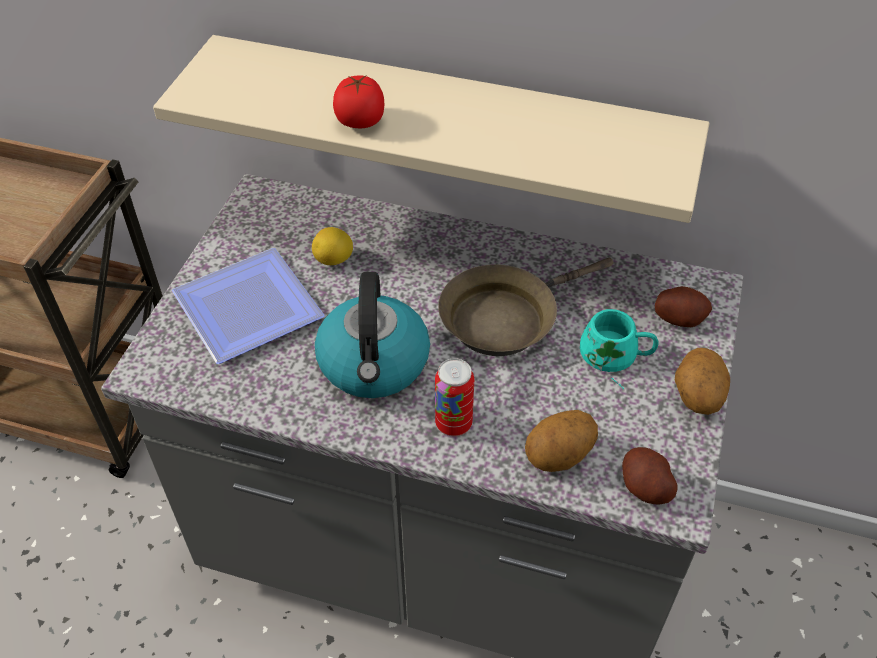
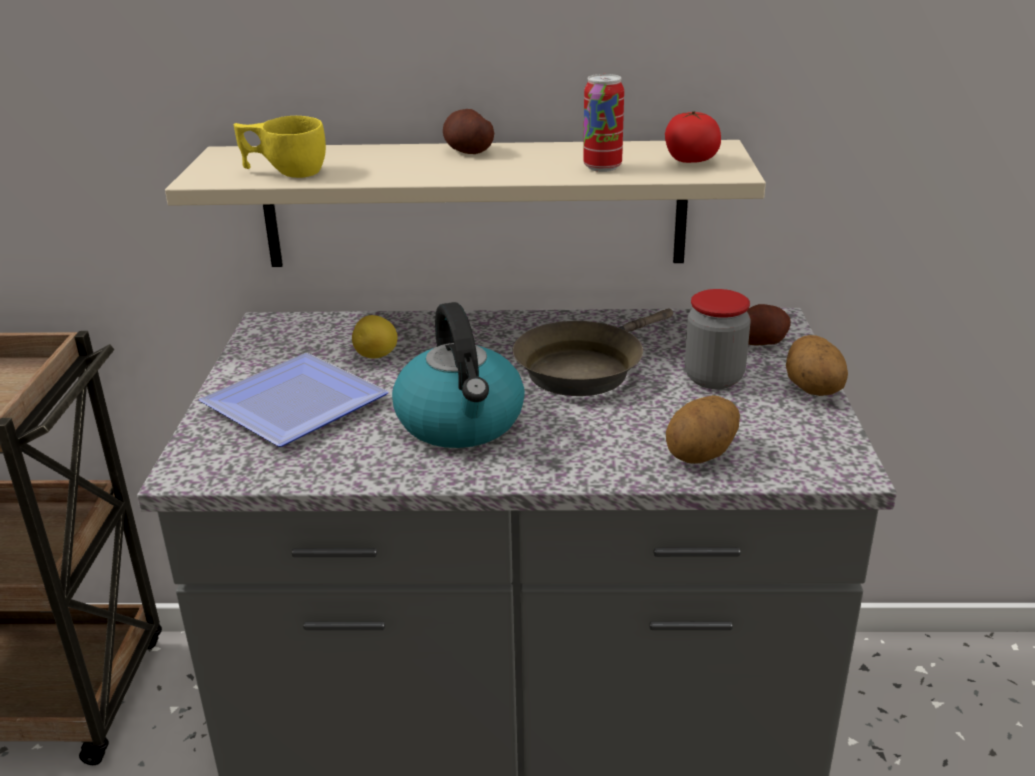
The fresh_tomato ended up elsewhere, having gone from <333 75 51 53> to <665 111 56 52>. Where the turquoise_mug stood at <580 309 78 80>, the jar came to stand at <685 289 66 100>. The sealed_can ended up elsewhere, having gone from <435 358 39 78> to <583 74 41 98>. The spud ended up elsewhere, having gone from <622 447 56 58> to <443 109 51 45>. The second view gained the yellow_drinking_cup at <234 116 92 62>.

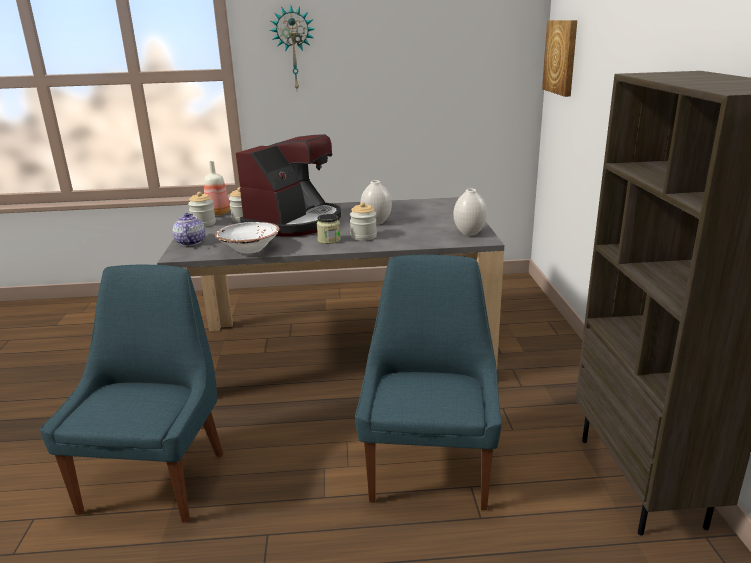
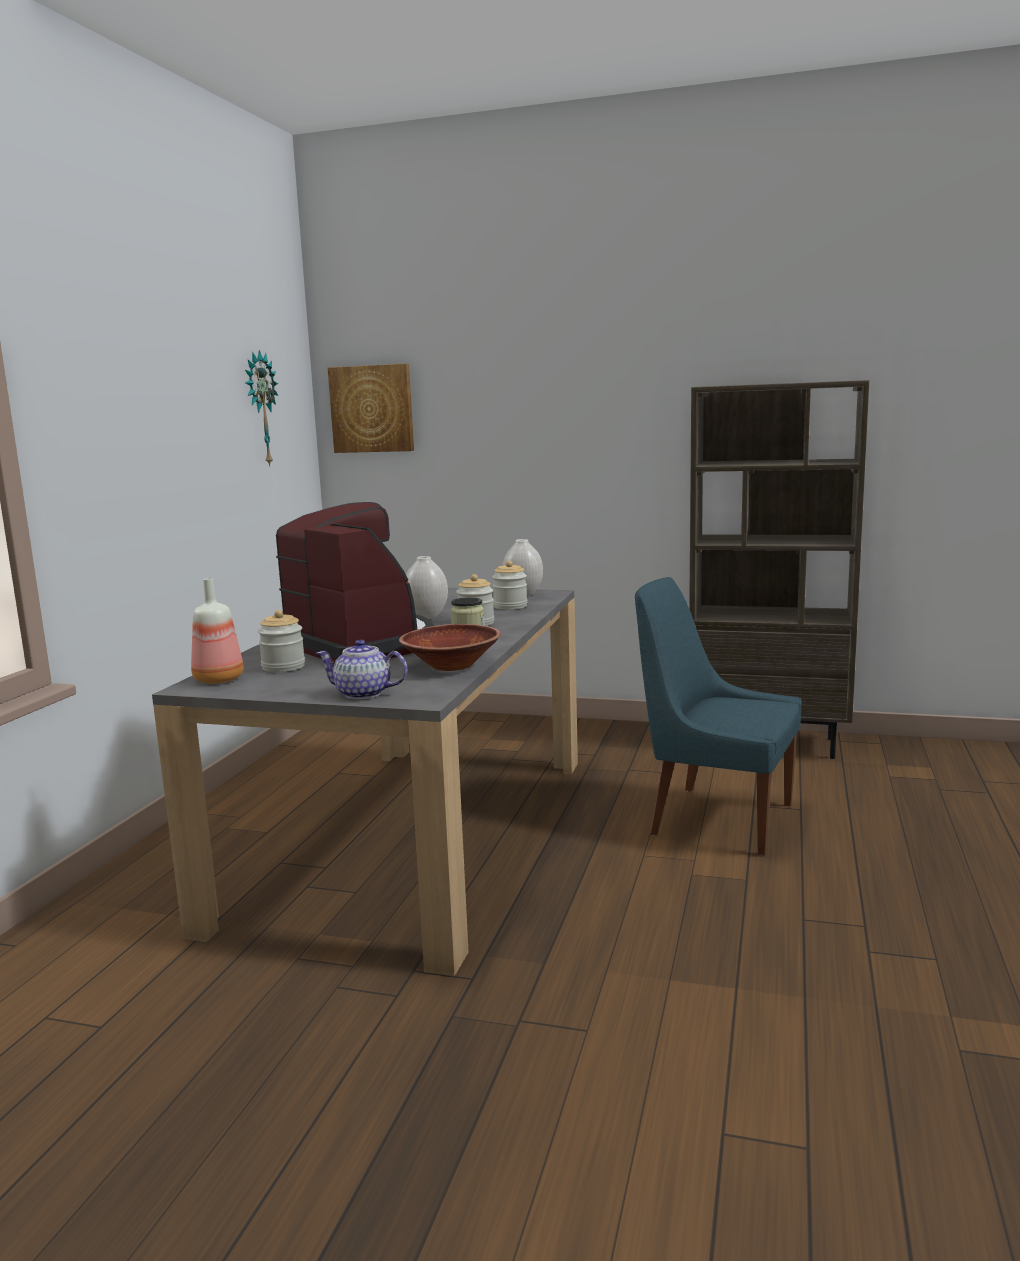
The wall_clock ended up elsewhere, having gone from <270 6 44 83> to <245 350 33 117>. The jar ended up elsewhere, having gone from <188 192 28 35> to <492 561 35 49>. What was the white_deep_dish at <215 222 65 32> turned into the brownish_deep_dish at <399 624 102 47>. The second view lost the blue-coloured_plain_chair at <40 265 183 258>.

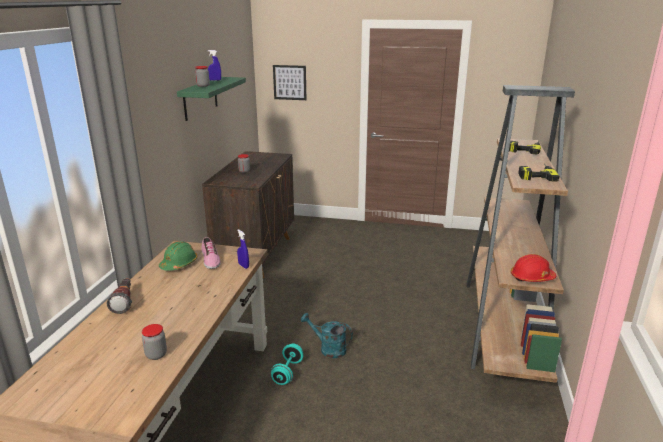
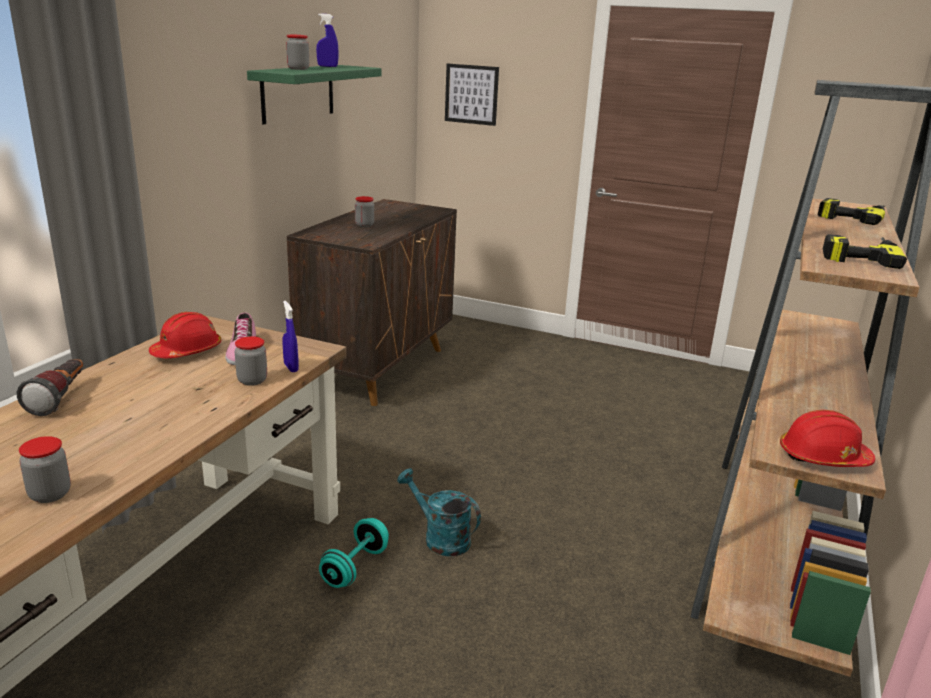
What was the green_safety_helmet at <159 241 38 30> turned into the red-coloured_safety_helmet at <149 312 72 46>. The second view gained the jar at <235 336 32 50>.

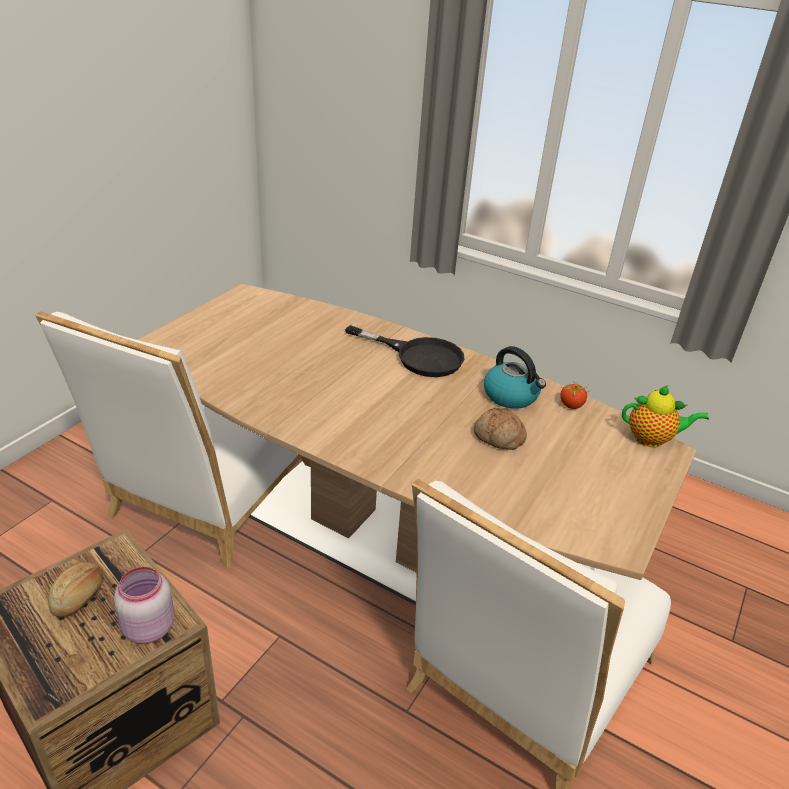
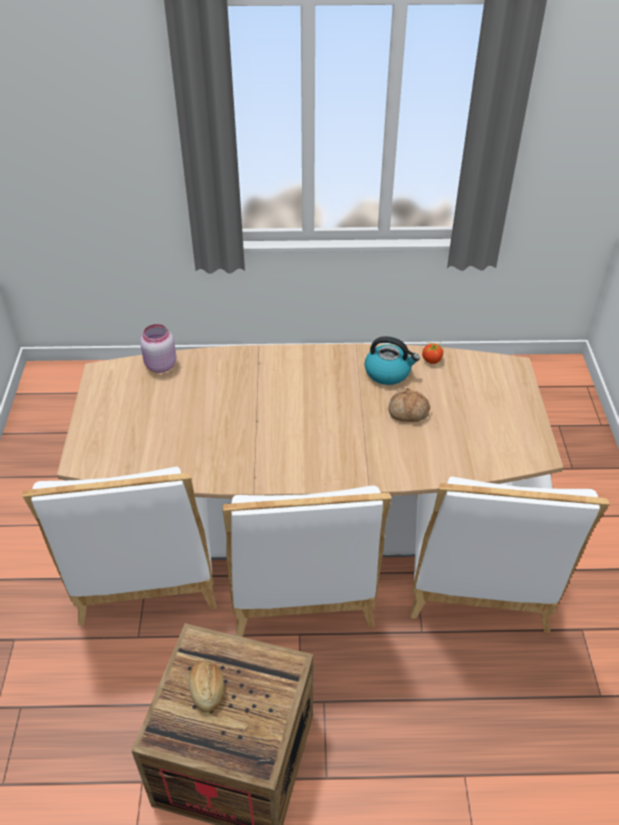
The second view lost the black_frying_pan at <345 325 119 52>. The second view lost the teapot at <622 385 87 62>. The pink-coloured_jar ended up elsewhere, having gone from <114 567 61 77> to <140 324 37 49>. The second view gained the white_plain_chair at <222 485 170 152>.

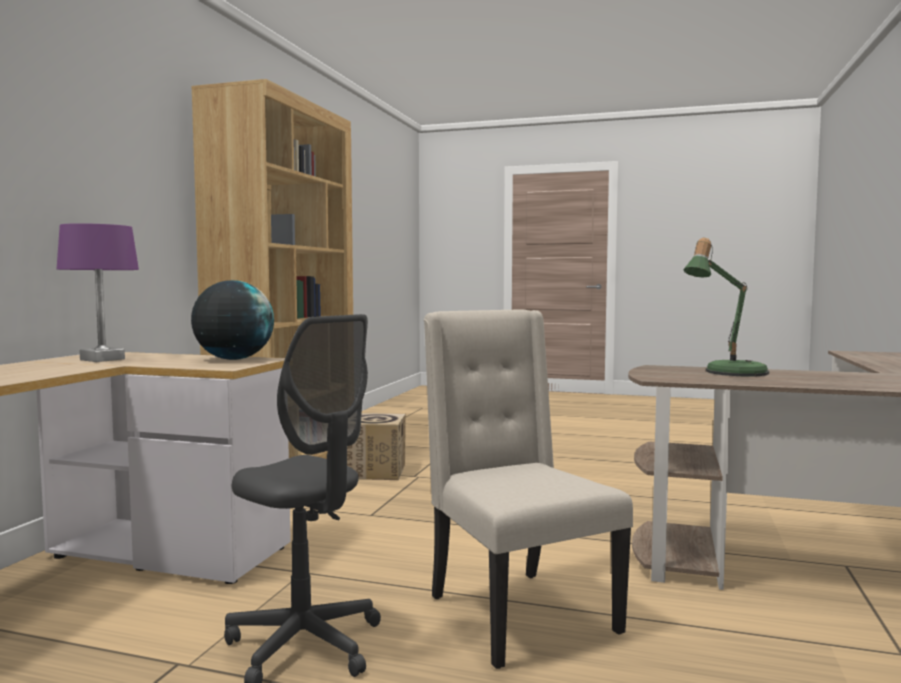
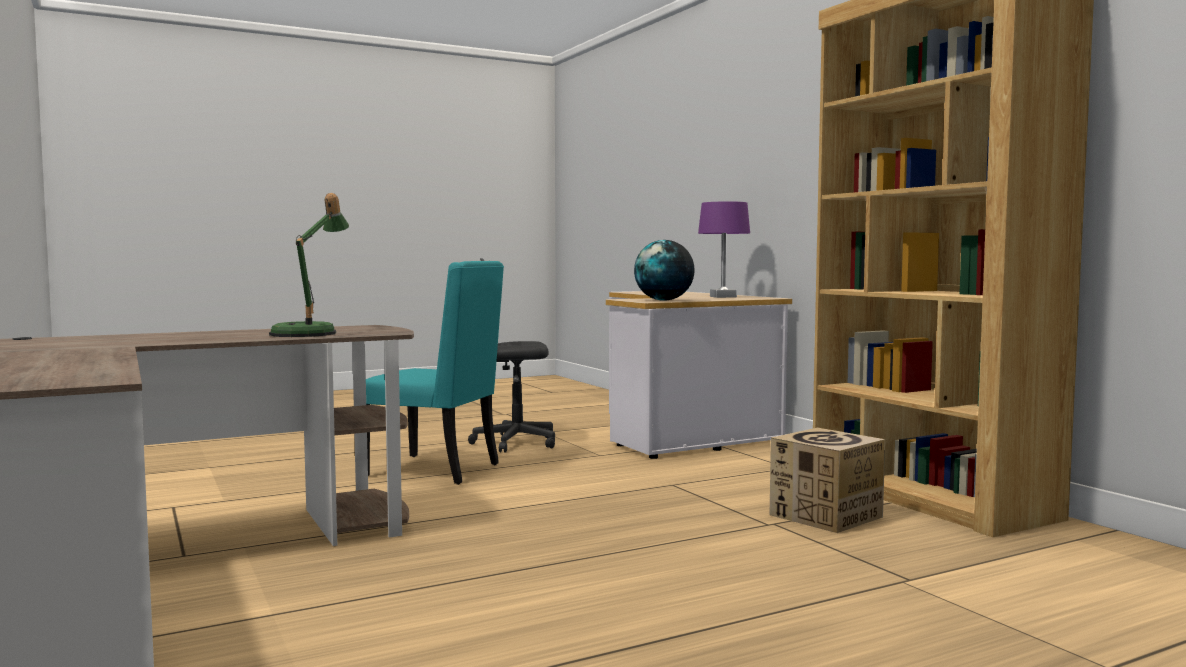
What was the sand-coloured_plain_chair at <424 310 209 359> turned into the turquoise_plain_chair at <366 261 138 224>.

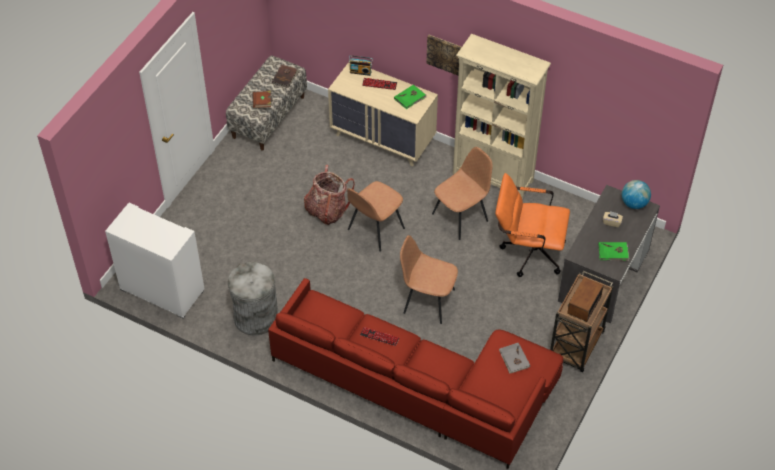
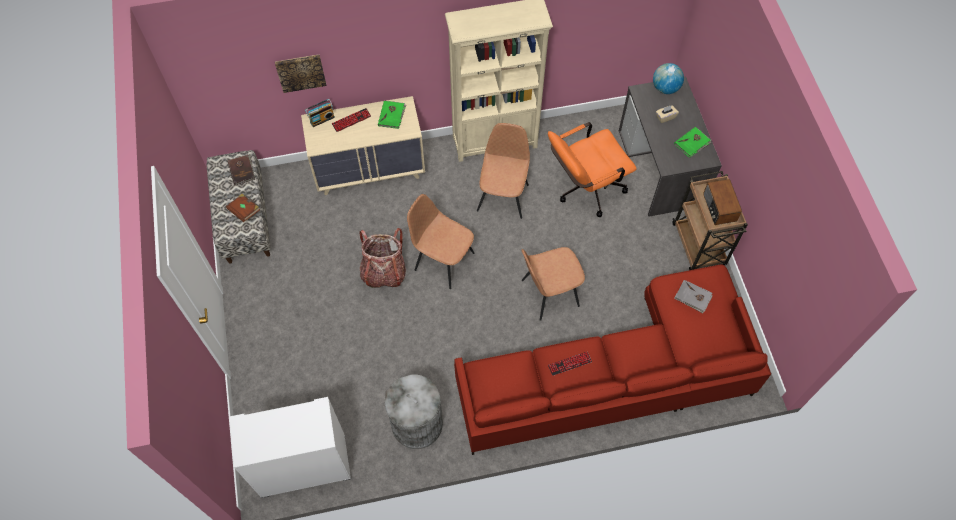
The picture ended up elsewhere, having gone from <426 35 36 40> to <275 54 52 39>. The brownish_plain_chair at <347 181 58 70> ended up facing another way, 120 degrees clockwise from before.

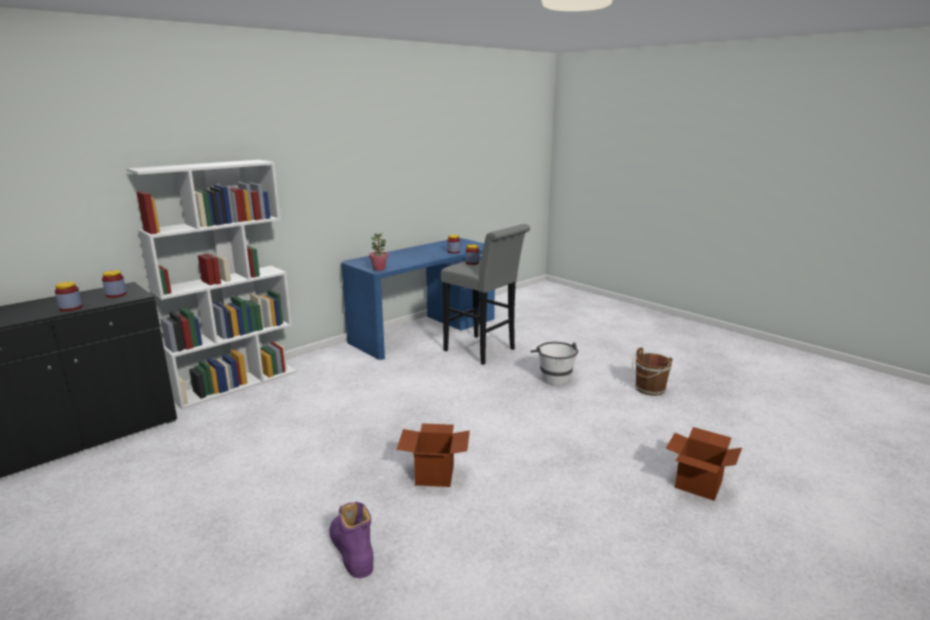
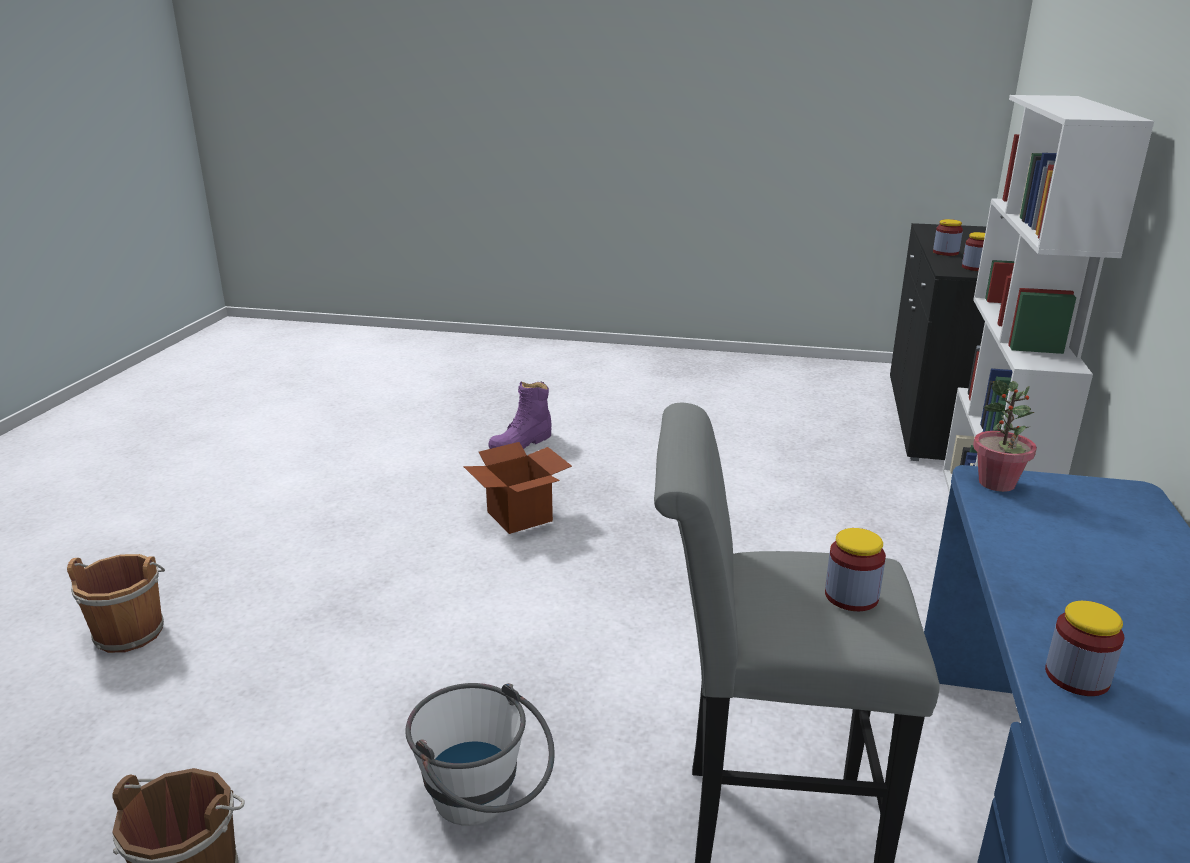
Where the carton stood at <666 427 76 74>, the brownish_bucket came to stand at <67 554 98 99>. The purple_boot at <329 502 45 76> ended up facing another way, 105 degrees clockwise from before.

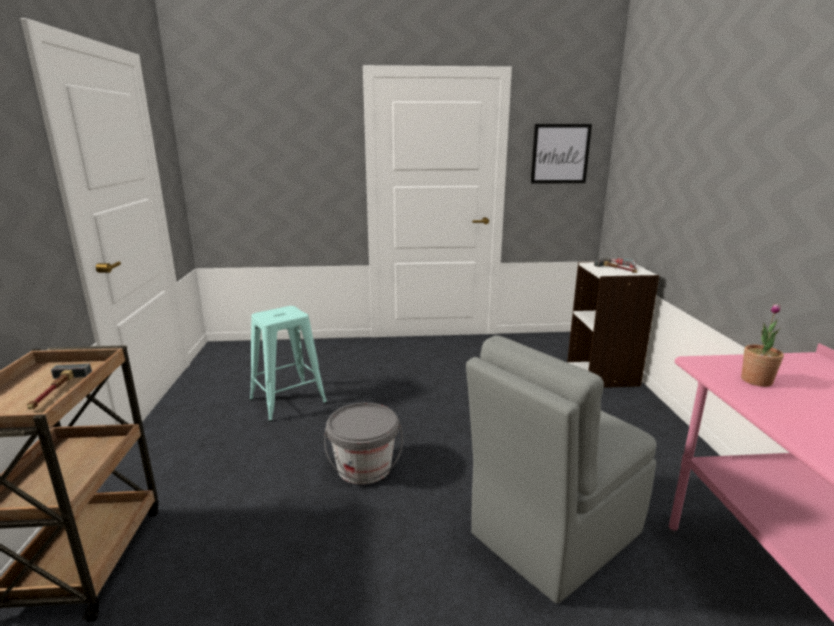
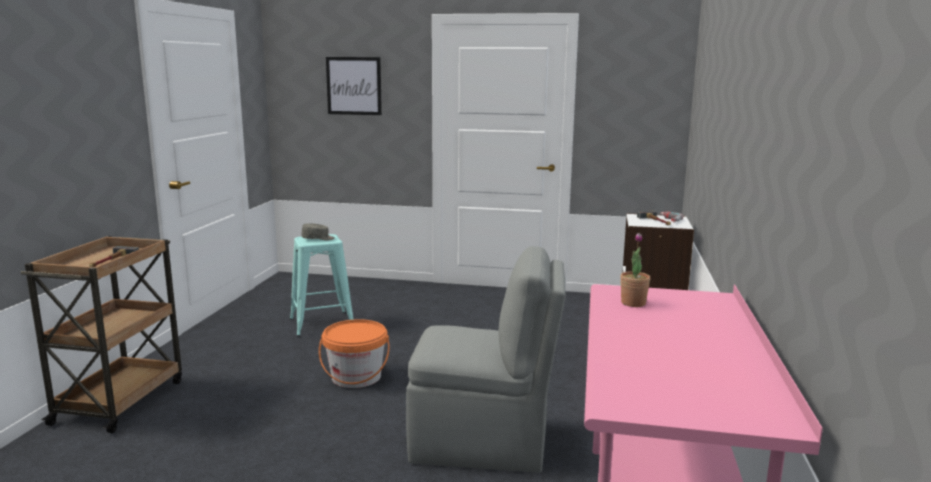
The picture ended up elsewhere, having gone from <531 124 61 60> to <326 57 56 58>. The gray_plain_chair at <466 335 191 269> ended up facing another way, 150 degrees counterclockwise from before. What was the gray_bucket at <324 403 79 81> turned into the orange_bucket at <319 319 70 69>. The second view gained the gray_cap at <301 223 34 18>.

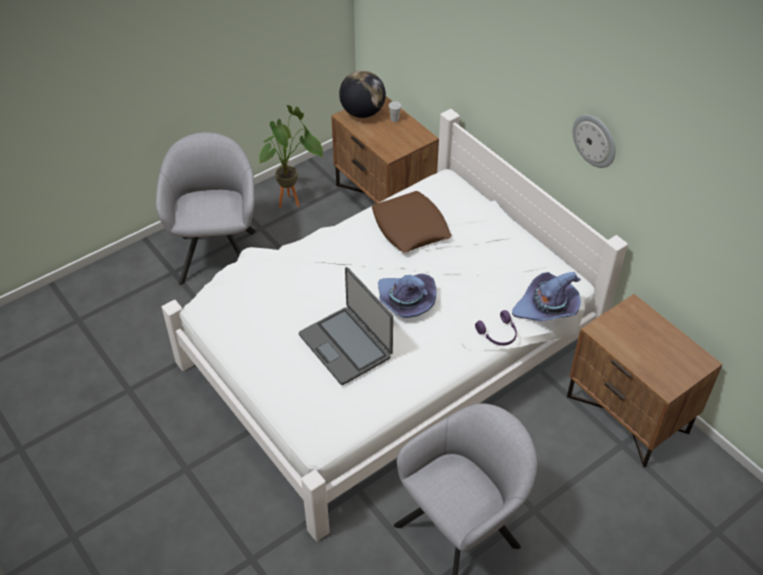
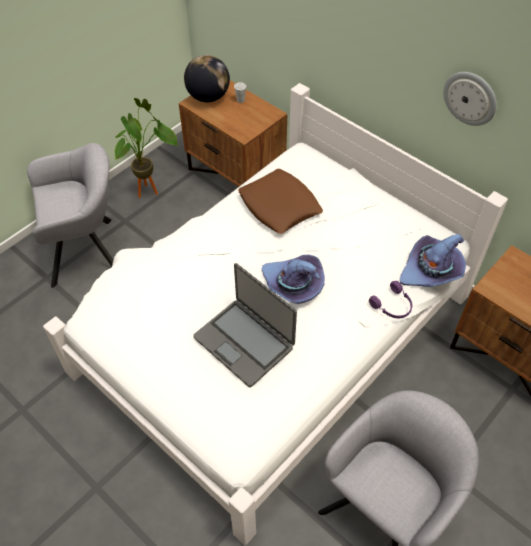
The gray_easy_chair at <156 132 100 153> ended up facing another way, 90 degrees clockwise from before.

